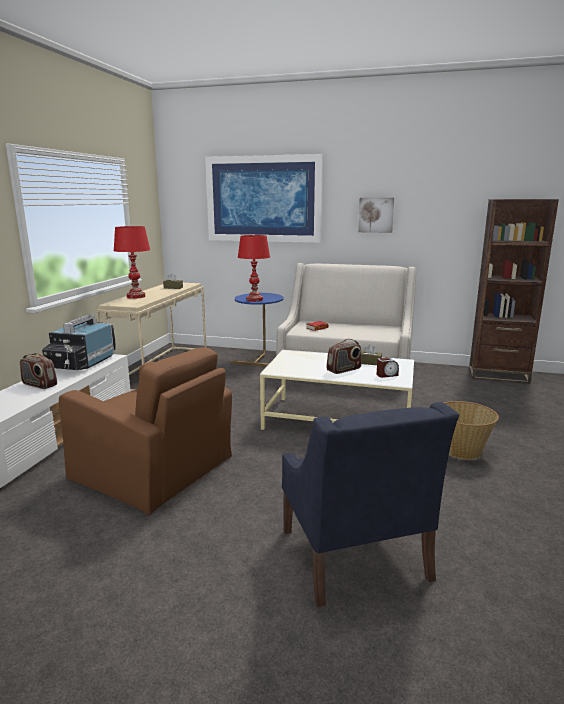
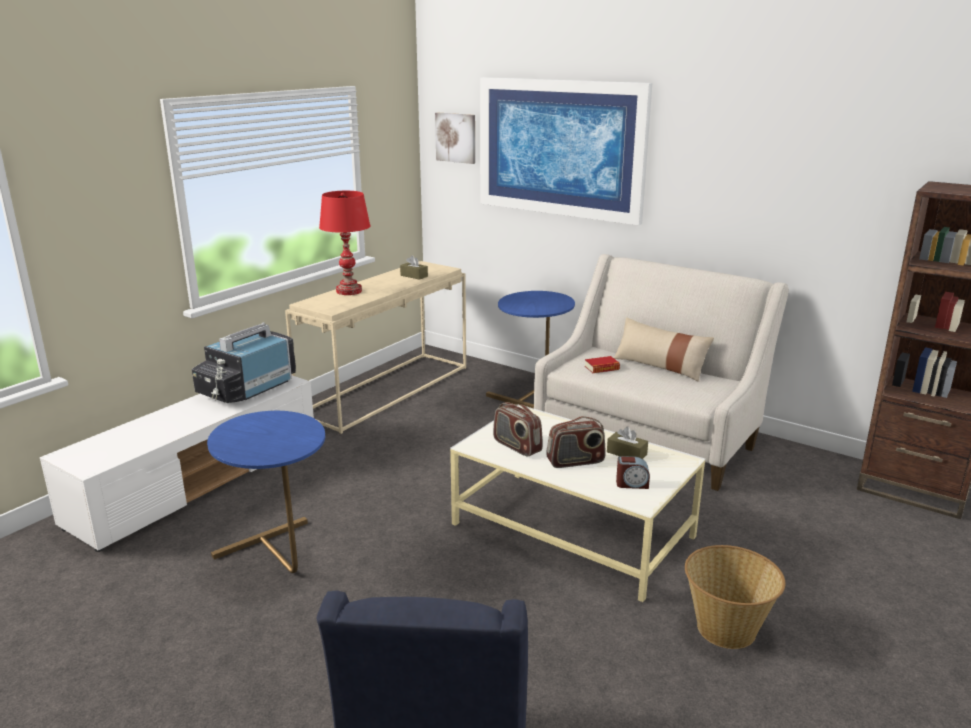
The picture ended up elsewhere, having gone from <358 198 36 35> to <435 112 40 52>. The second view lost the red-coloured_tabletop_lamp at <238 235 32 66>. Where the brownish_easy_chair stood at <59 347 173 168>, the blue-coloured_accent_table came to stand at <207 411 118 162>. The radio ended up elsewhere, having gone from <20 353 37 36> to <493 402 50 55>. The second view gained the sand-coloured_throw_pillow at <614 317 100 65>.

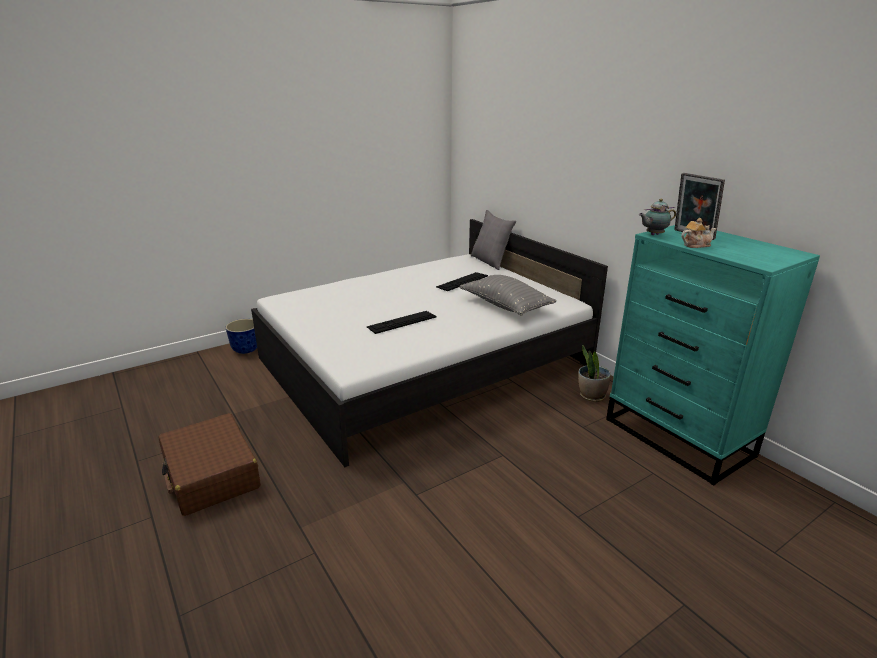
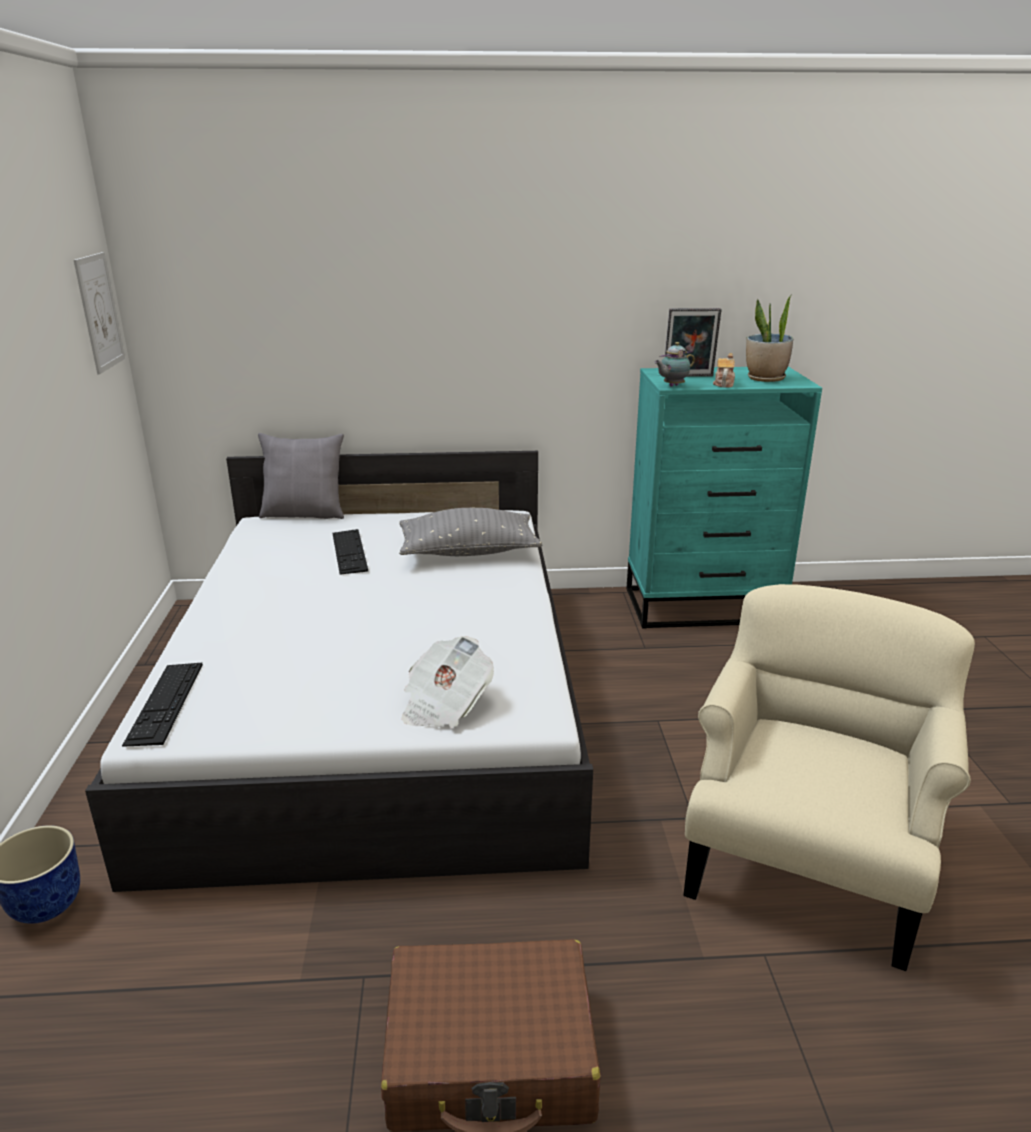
The teapot at <639 199 37 36> ended up facing another way, 45 degrees clockwise from before. The computer_keyboard ended up elsewhere, having gone from <367 311 69 23> to <122 663 81 84>. The potted_plant ended up elsewhere, having gone from <578 345 33 57> to <746 295 47 87>. The second view gained the picture at <74 252 51 122>. The second view gained the sand-coloured_easy_chair at <683 584 292 387>. The second view gained the daily_paper at <402 636 92 91>.

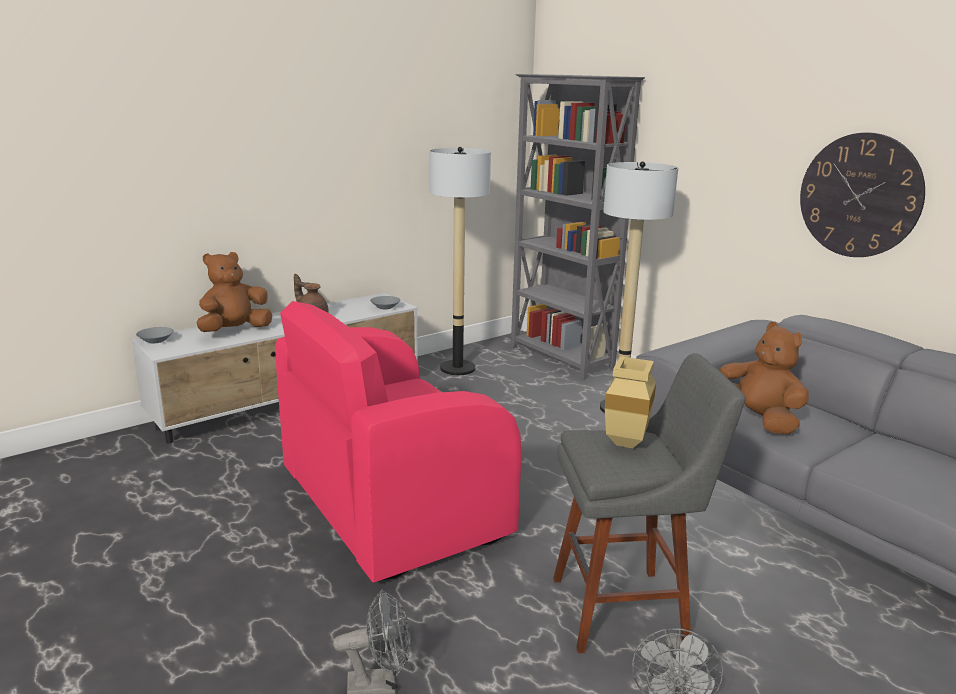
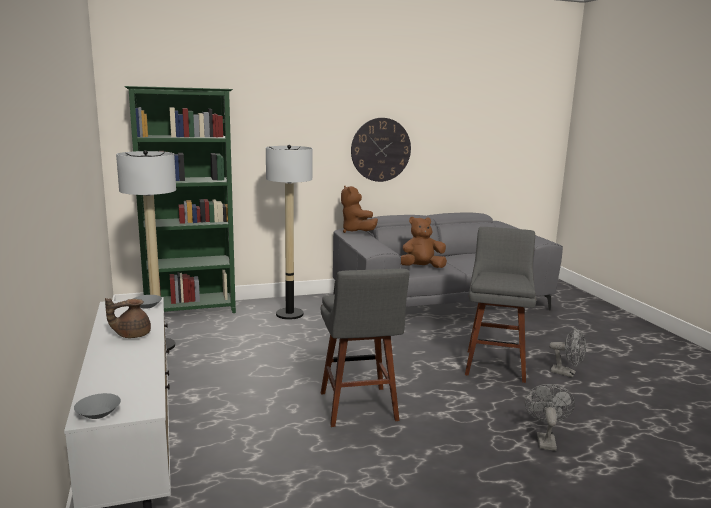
What was the gray_bookshelf at <511 74 134 306> turned into the green_bookshelf at <124 86 112 227>. The brownish_soft_toy ended up elsewhere, having gone from <197 252 75 80> to <341 185 37 48>. Where the pink-coloured_easy_chair stood at <276 301 246 282>, the gray_stool came to stand at <321 269 89 158>. The second view lost the sand-coloured_vase at <605 356 51 92>.

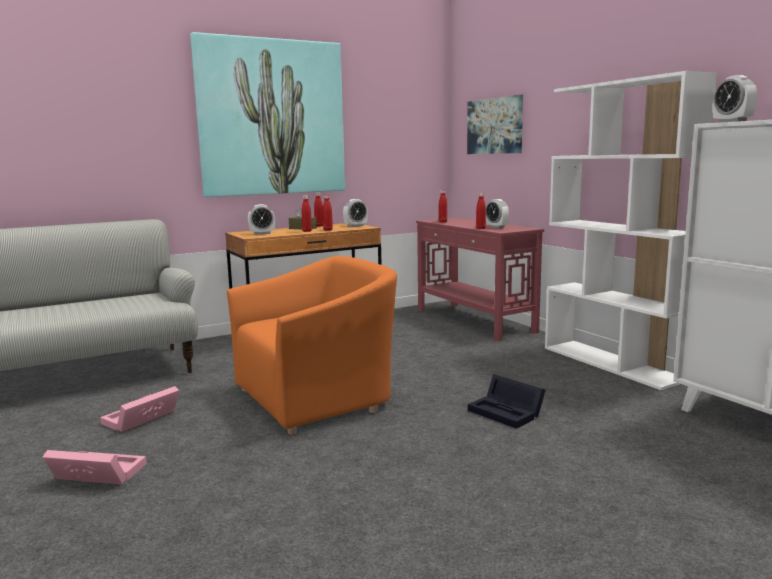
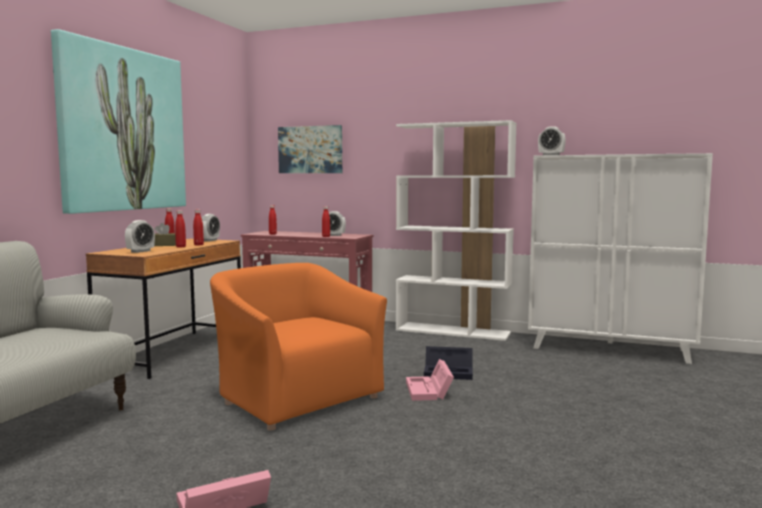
The orange_easy_chair at <227 256 170 179> ended up facing another way, 60 degrees counterclockwise from before. The pink-coloured_storage_box ended up elsewhere, having gone from <100 386 79 46> to <406 359 48 42>.

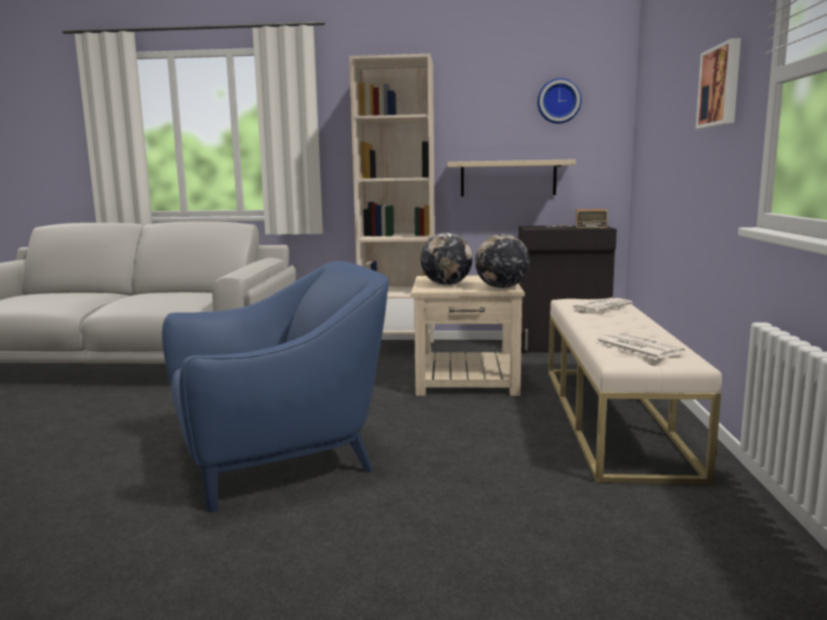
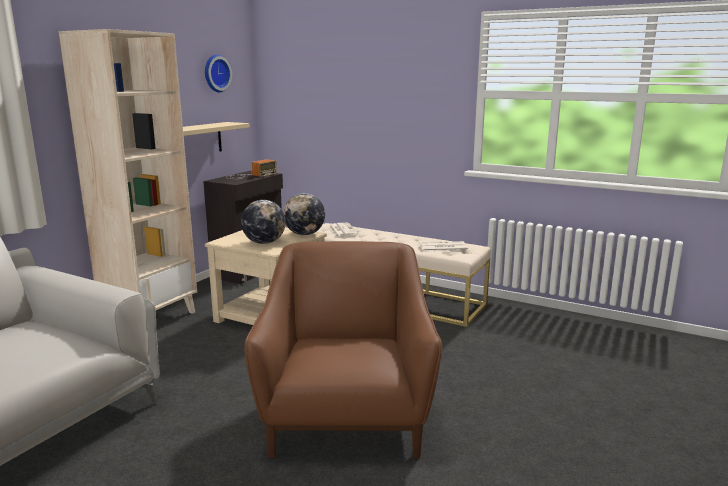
The second view lost the picture at <696 38 45 91>. What was the blue-coloured_easy_chair at <162 261 227 251> turned into the brownish_easy_chair at <244 241 198 217>.

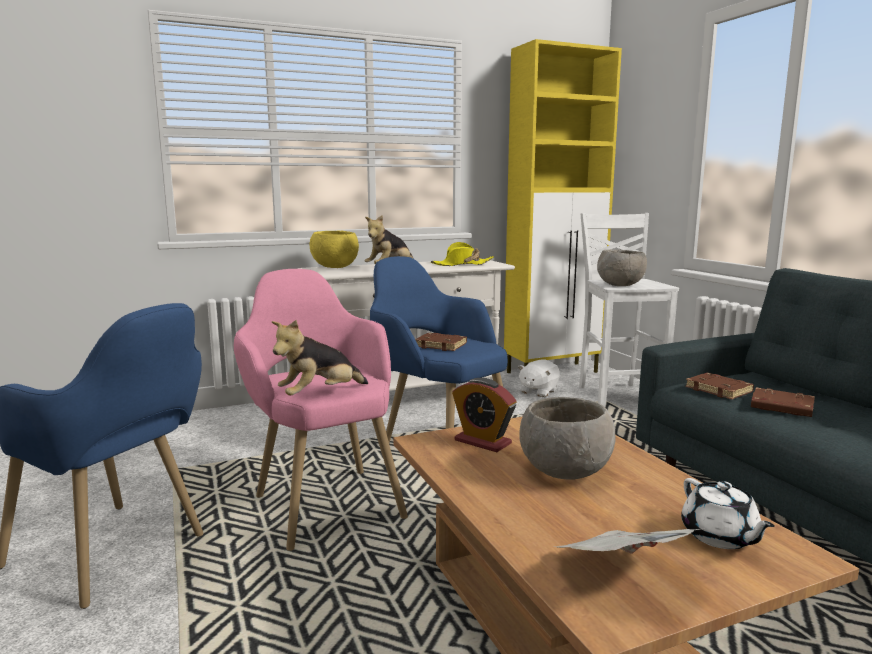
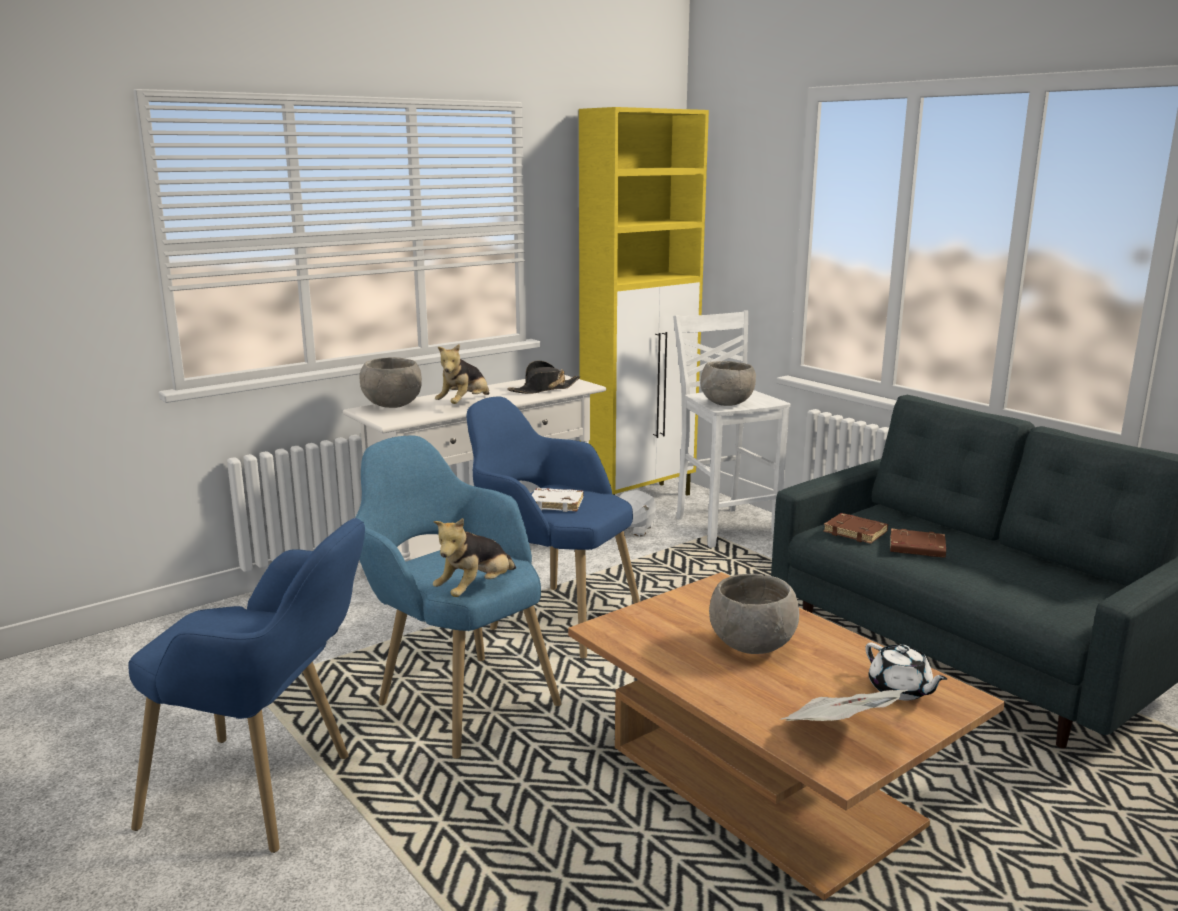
What was the yellow_deep_dish at <309 231 50 37> turned into the gray_deep_dish at <360 357 62 51>. What was the yellow_wearable_hat at <431 242 63 24> turned into the black_wearable_hat at <507 360 73 34>. What was the pink-coloured_easy_chair at <234 269 174 282> turned into the blue-coloured_easy_chair at <355 436 207 323>. What was the brownish_book at <415 333 52 18> turned into the white_book at <532 488 51 24>. The second view lost the bedside_clock at <452 378 64 74>.

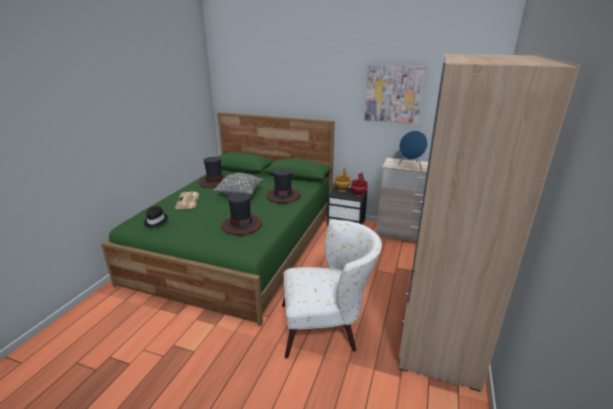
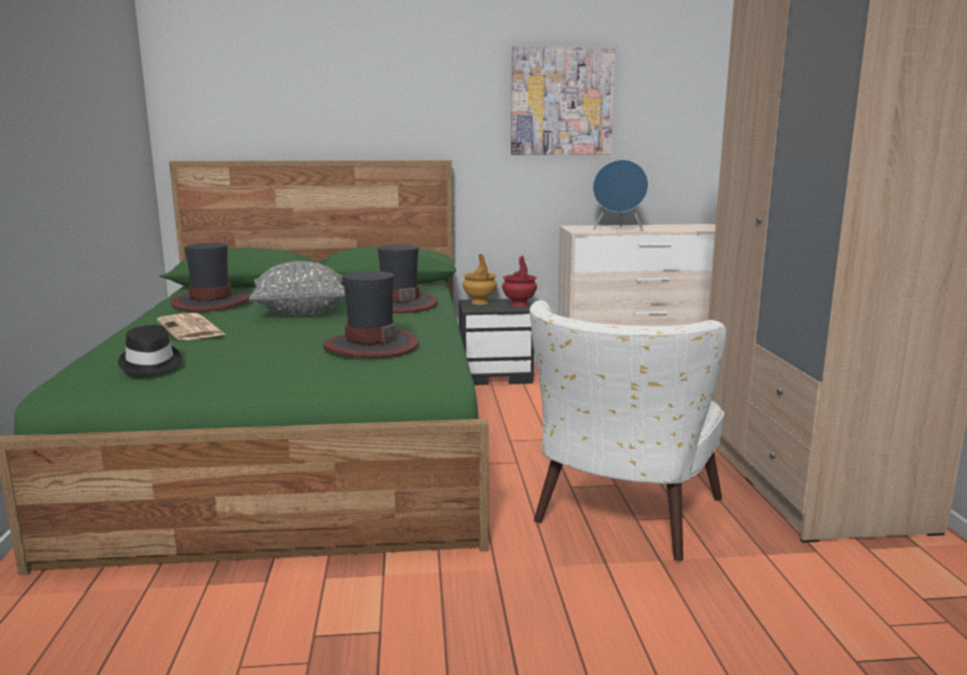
The white_easy_chair at <282 220 100 138> ended up facing another way, 150 degrees clockwise from before.

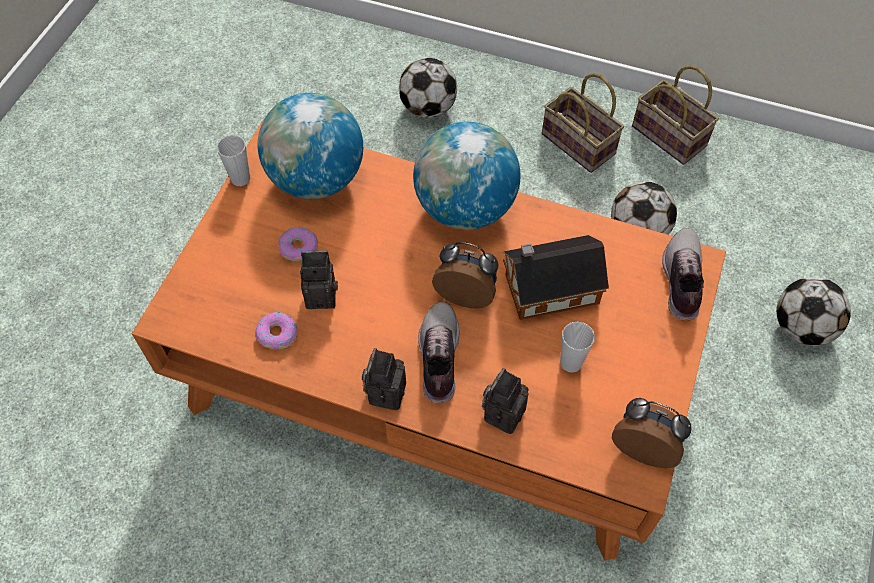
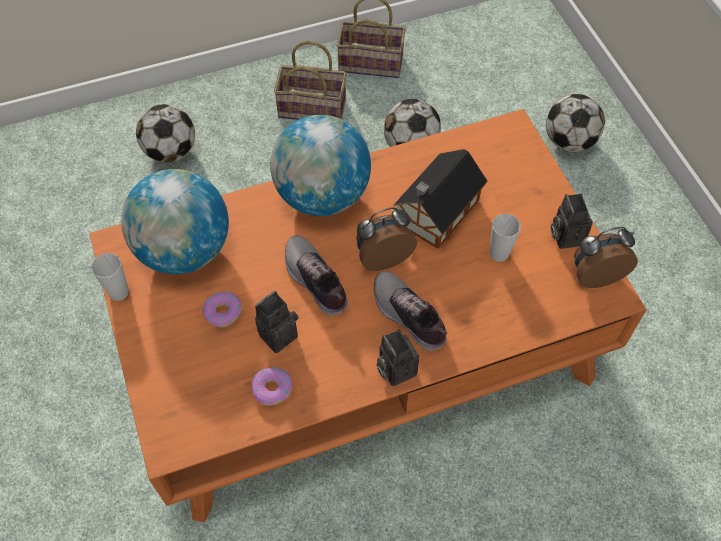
The shoe ended up elsewhere, having gone from <662 228 42 92> to <285 235 63 81>. The photo_camera ended up elsewhere, having gone from <482 368 47 66> to <551 194 42 55>.

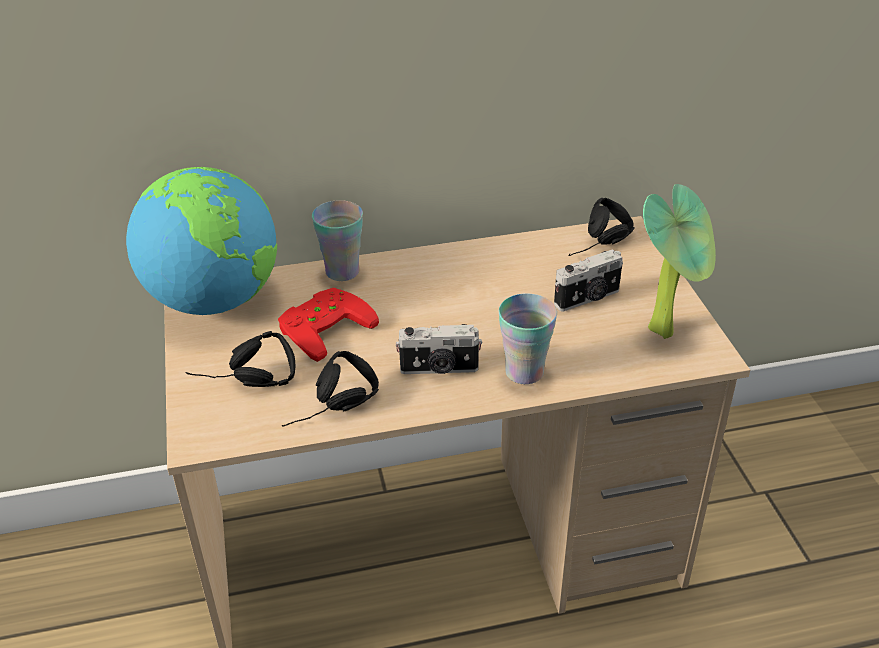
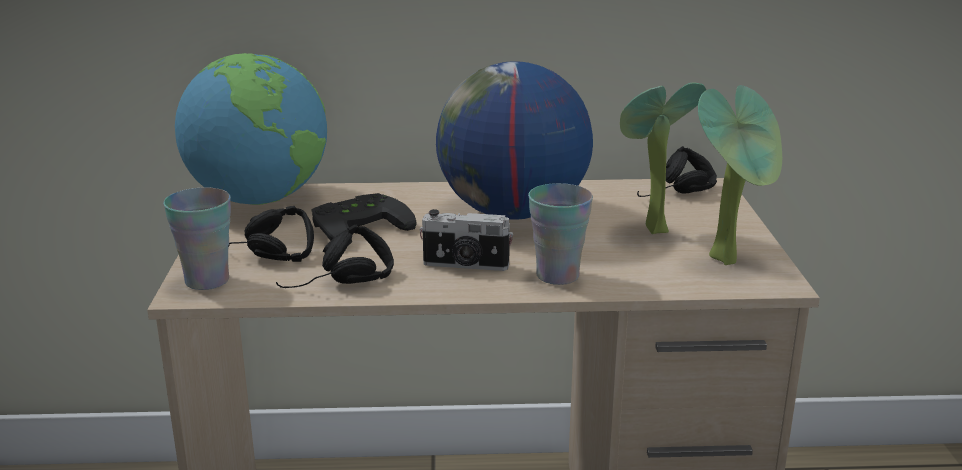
The drinking_cup ended up elsewhere, having gone from <312 200 51 81> to <163 187 68 103>. Where the photo_camera stood at <554 249 69 62>, the potted_plant came to stand at <620 82 86 152>. What was the red-coloured_game_controller at <278 288 101 74> turned into the black_game_controller at <312 193 105 53>. The second view gained the desk_globe at <436 61 157 159>.

